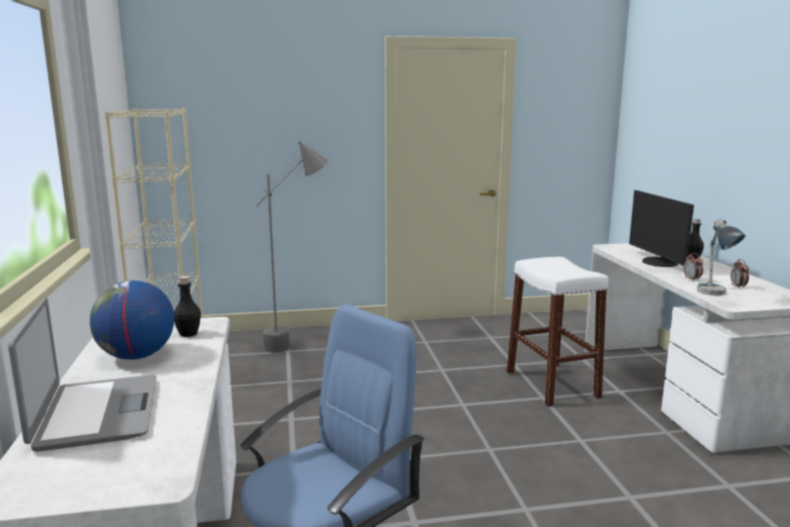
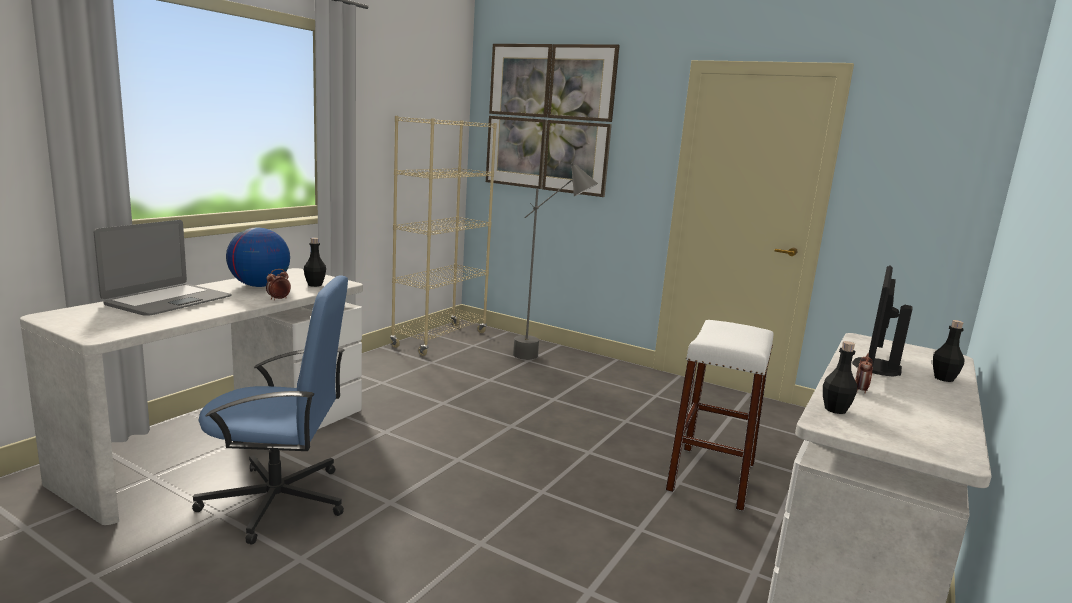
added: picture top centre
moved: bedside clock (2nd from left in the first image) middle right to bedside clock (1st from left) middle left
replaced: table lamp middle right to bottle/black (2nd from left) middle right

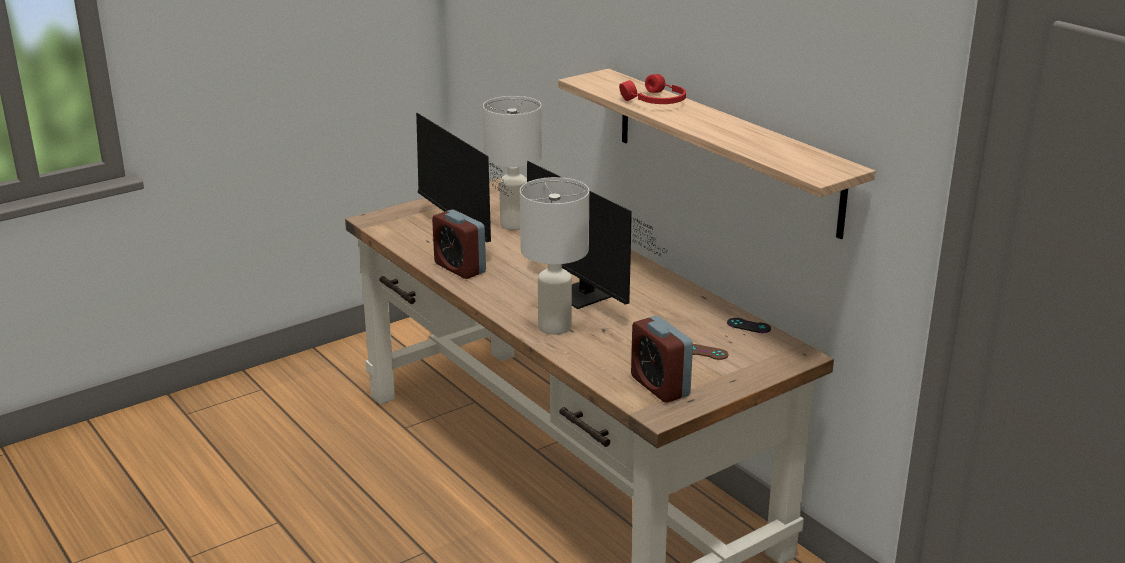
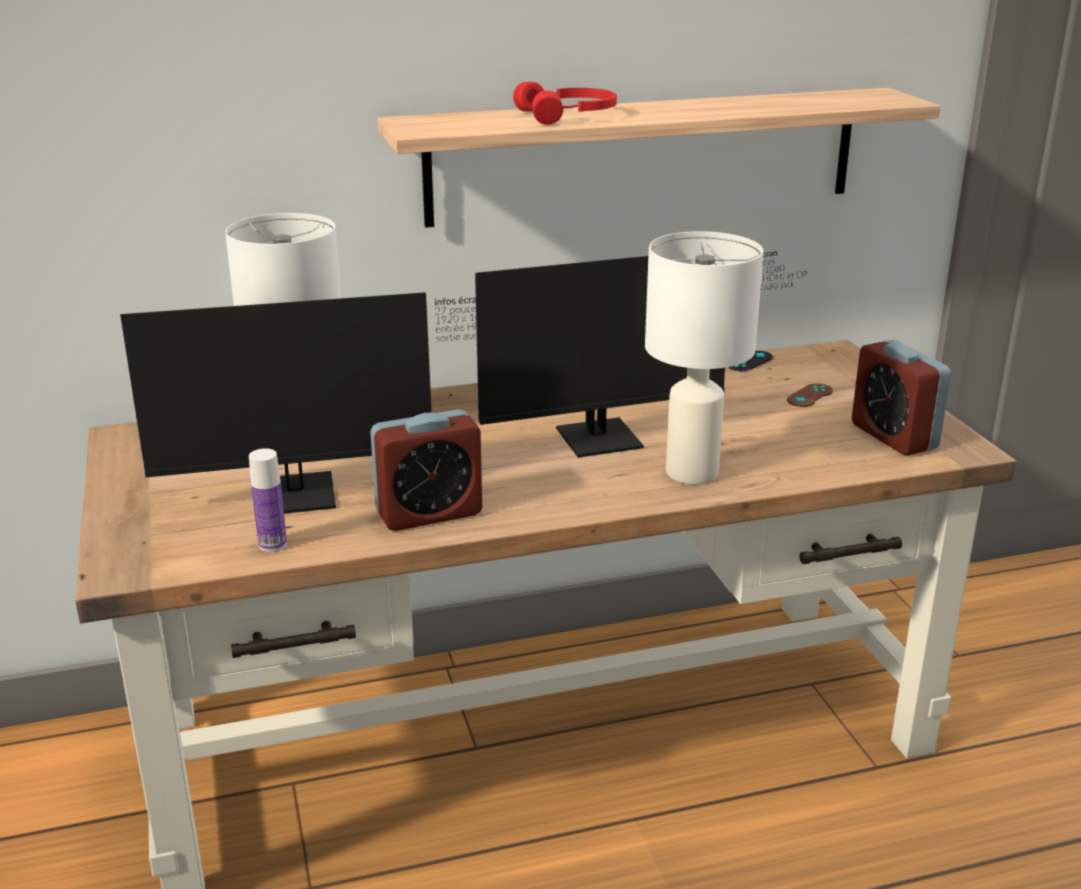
added: bottle middle left
turned: bedside clock (2nd from left) centre = middle right 75 degrees clockwise

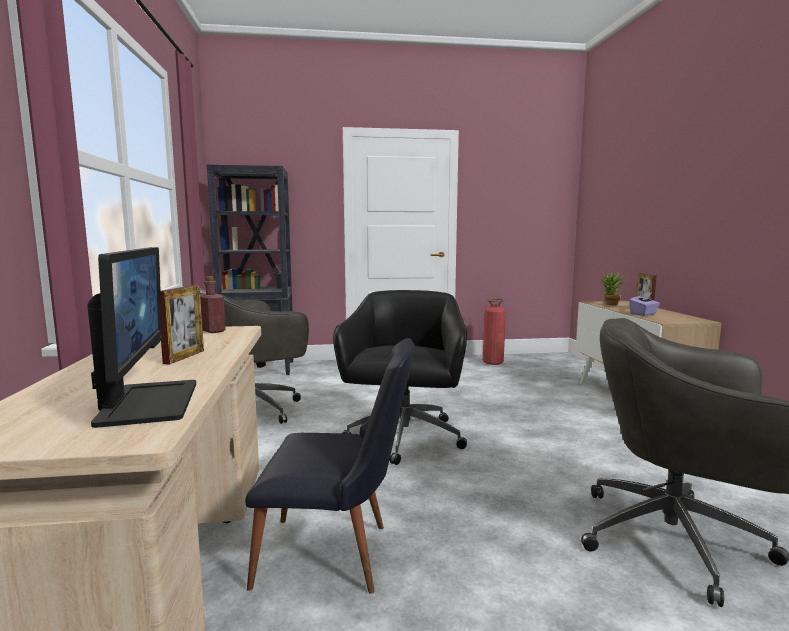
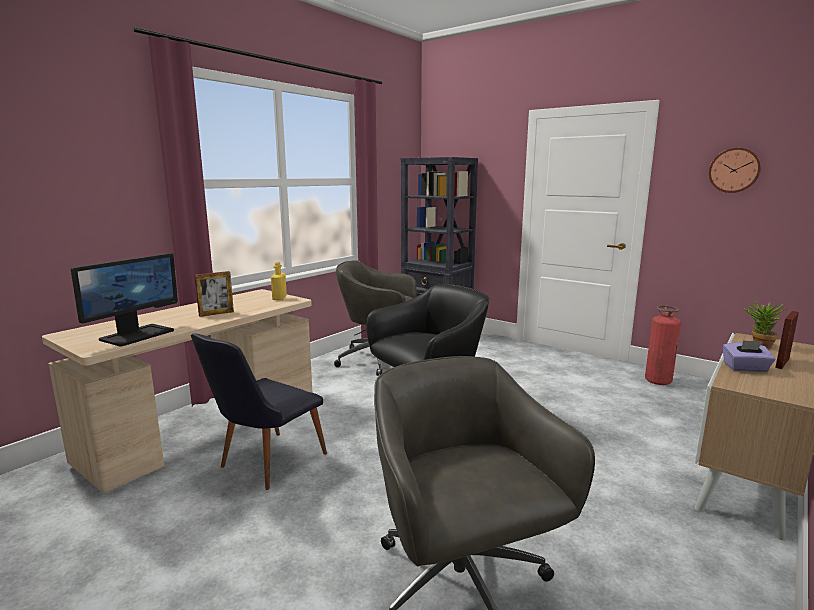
added: hanging clock top right
recoloured: bottle/reddish middle left to bottle/yellowish centre
turned: chair/black bottom centre = bottom left 75 degrees clockwise

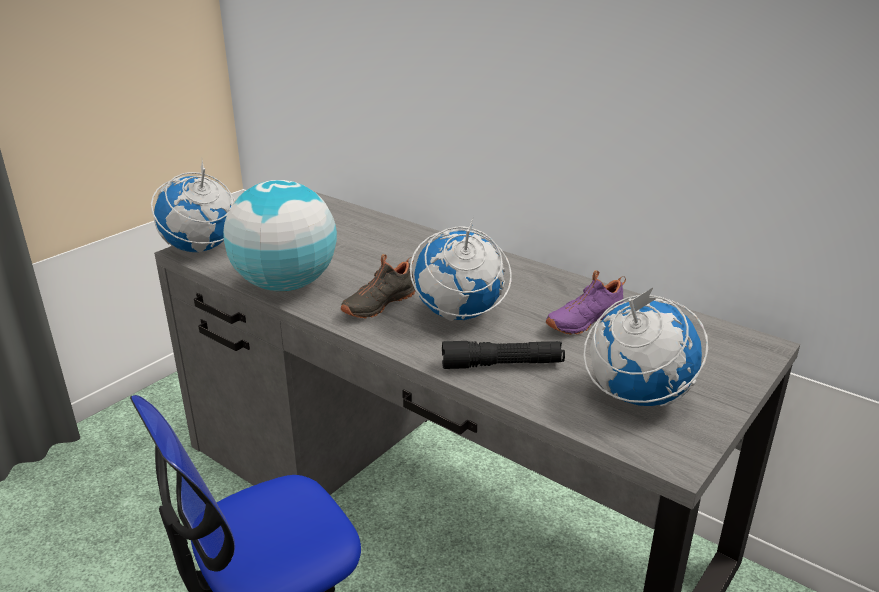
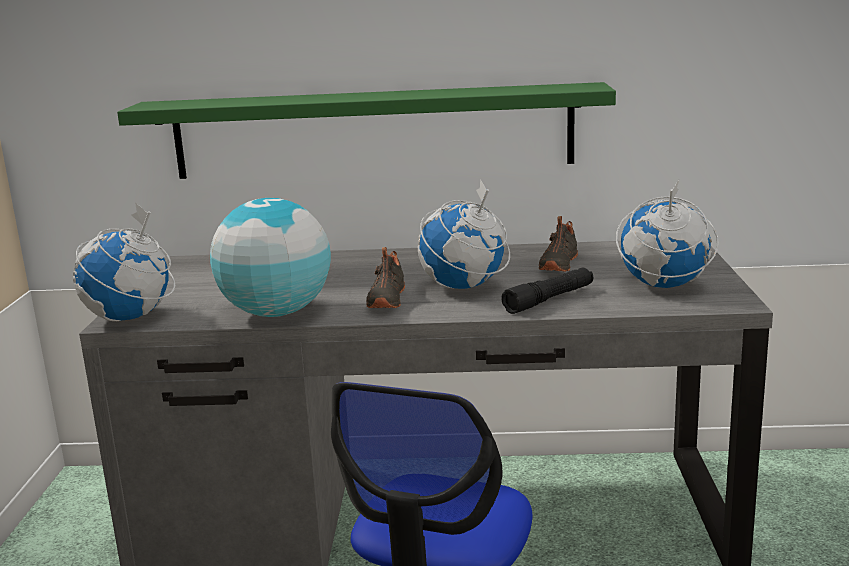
added: bracket shelf/greenish top centre
recoloured: shoe/purplish middle right to shoe/black (2nd from left) centre

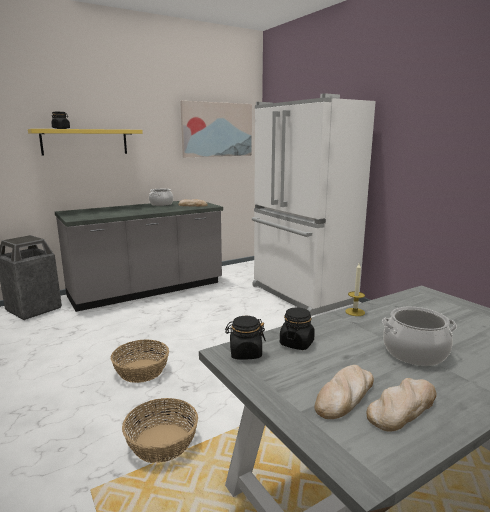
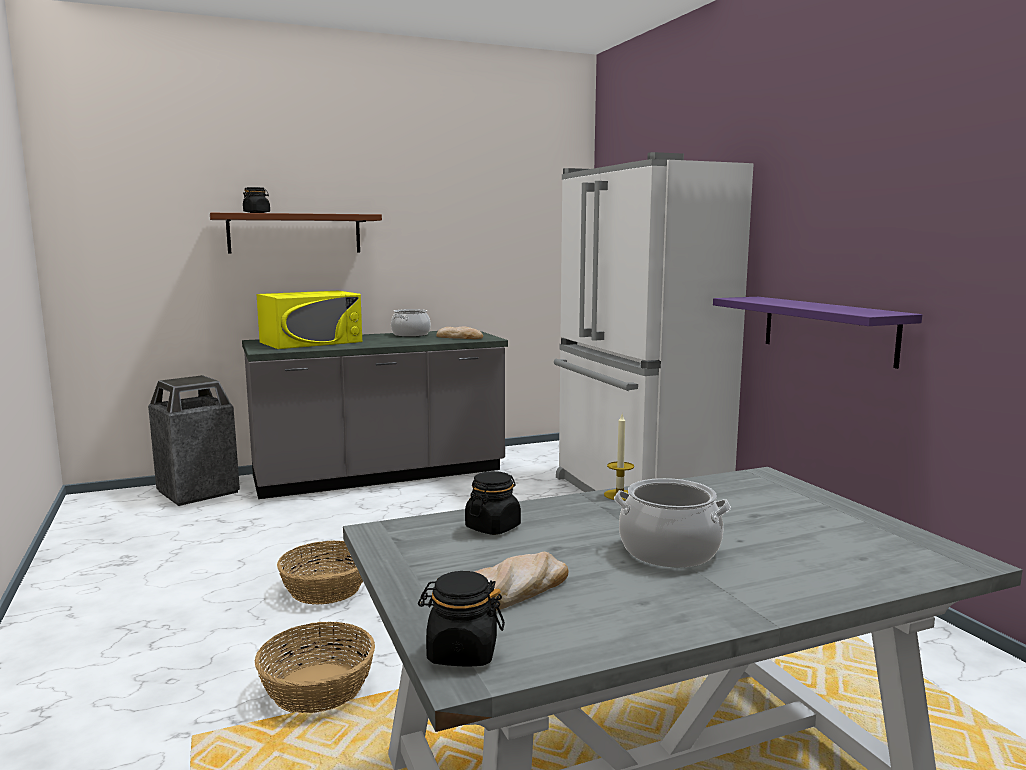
removed: picture top centre; bread (3rd from left) bottom right
added: microwave/yellowish middle left; bracket shelf/purplish middle right
moved: storage jar/black (2nd from left) centre to bottom centre
recoloured: bracket shelf/yellowish top left to bracket shelf/brown-coloured top left

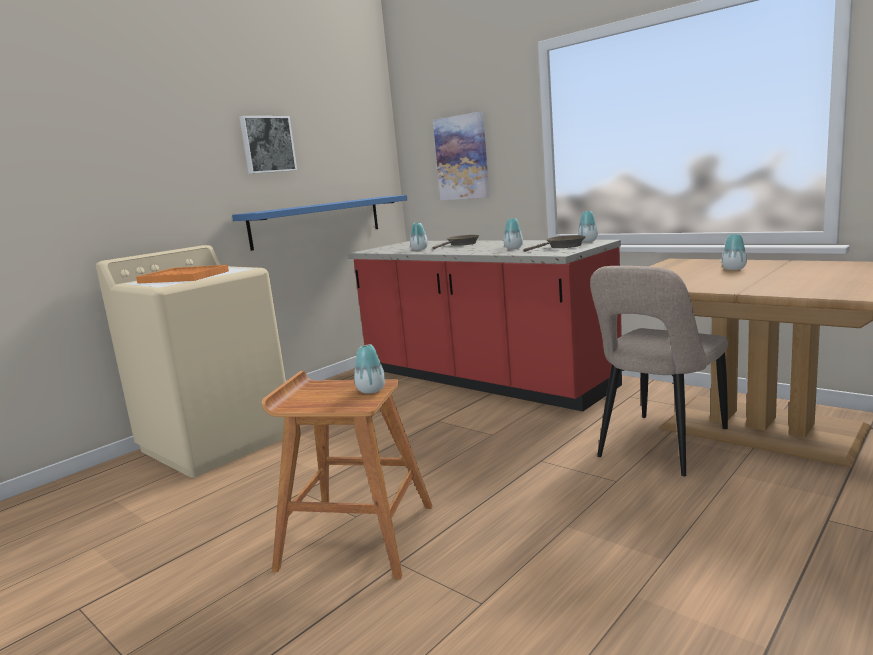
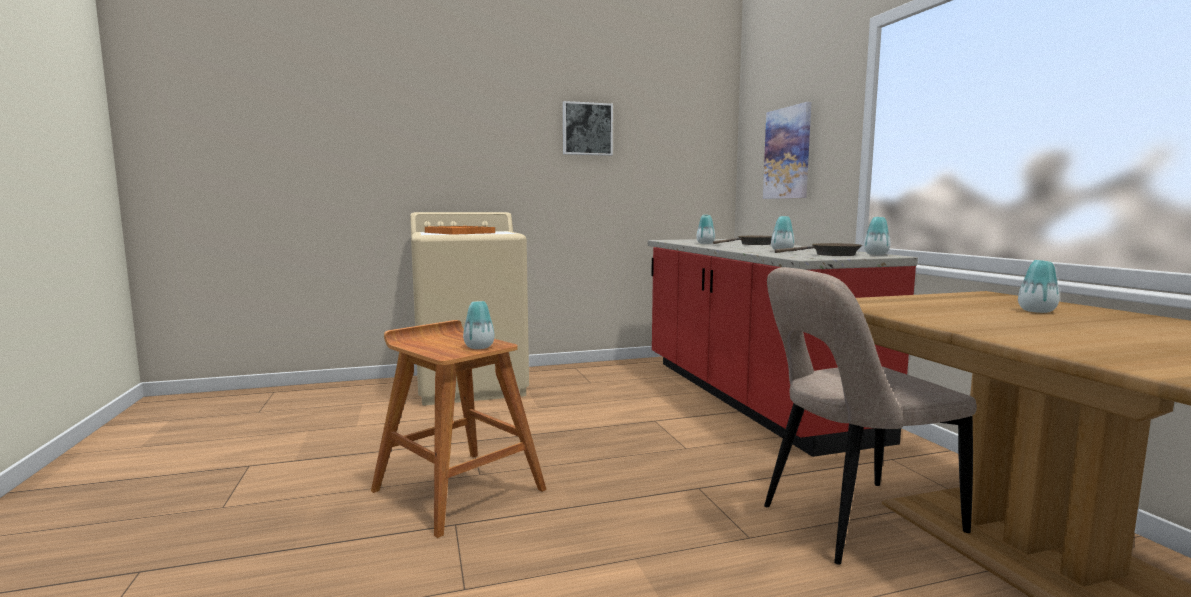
removed: bracket shelf/blue-coloured centre

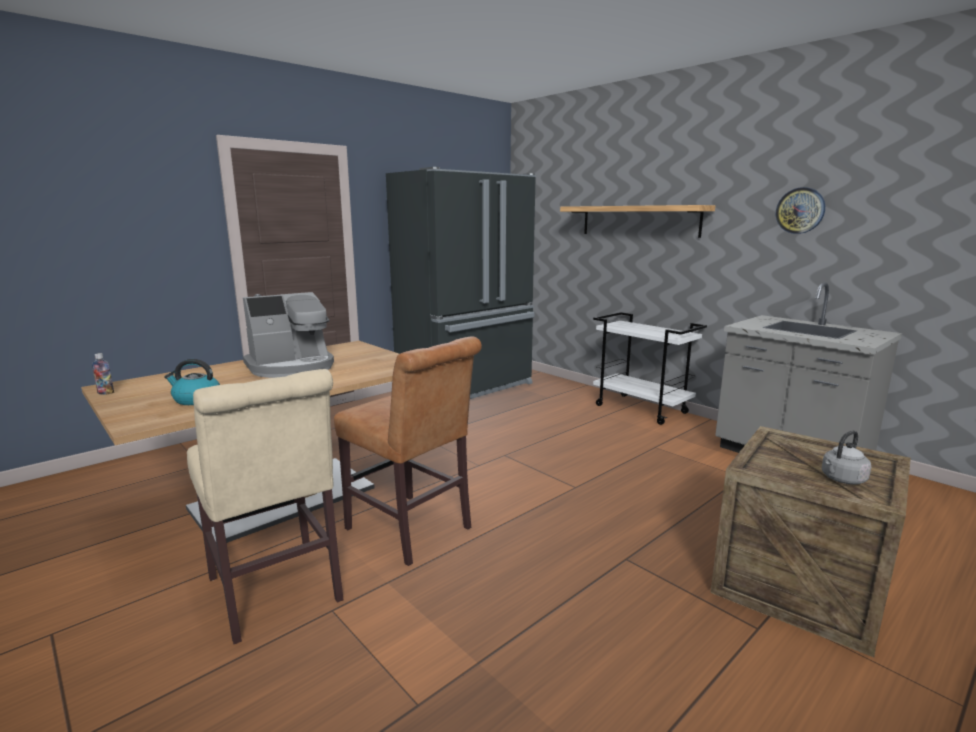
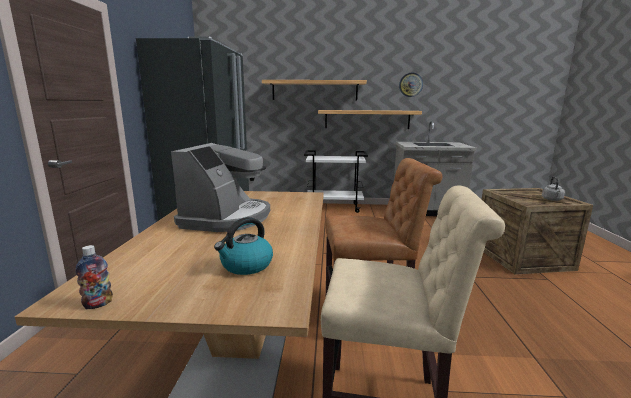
added: bracket shelf (2nd from left) top centre

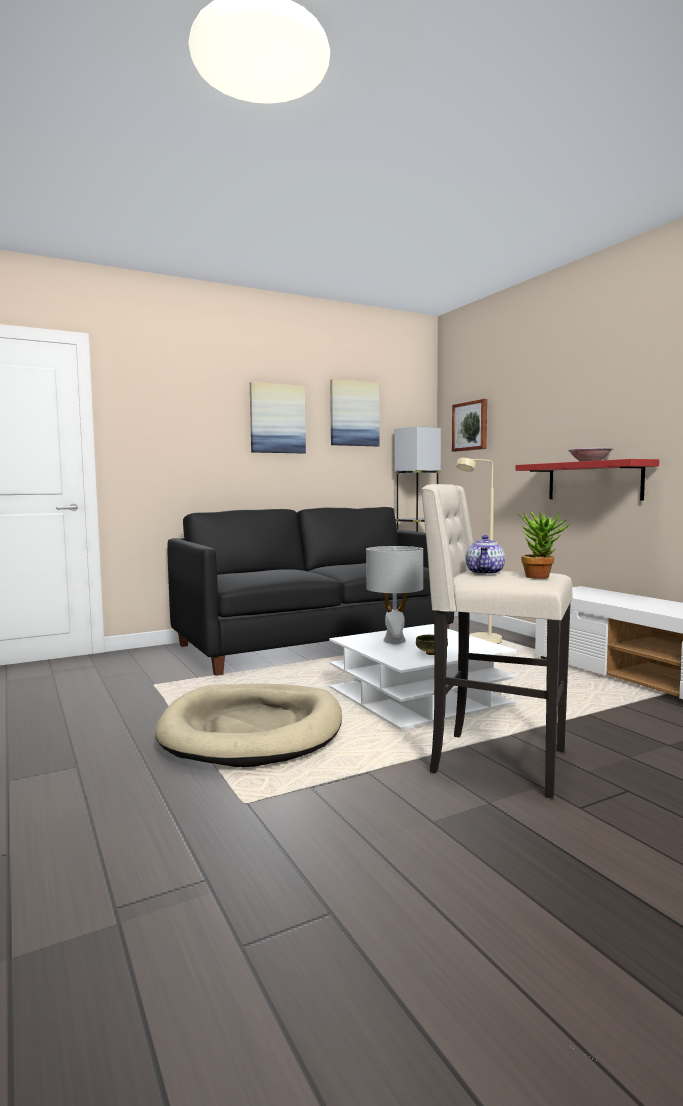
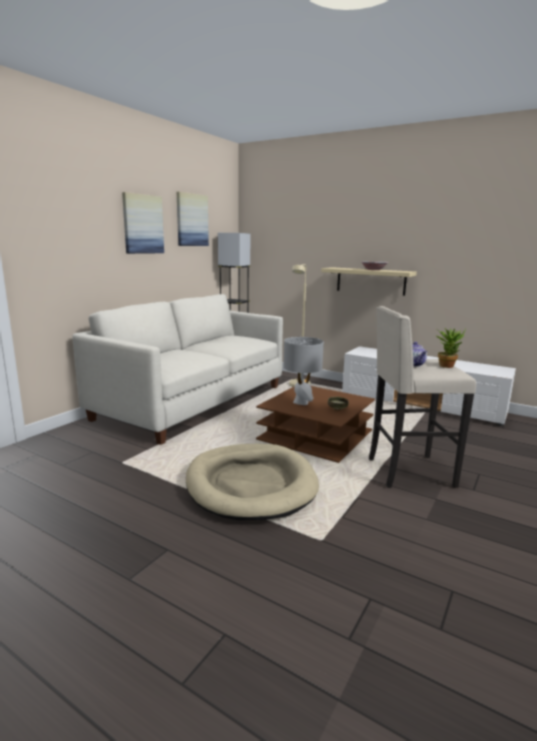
removed: picture (3rd from left) middle right
recoloured: sofa/black centre to sofa/whitish middle left; coffee table/whitish centre to coffee table/brown-coloured centre; bracket shelf/reddish middle right to bracket shelf/sand-coloured middle right

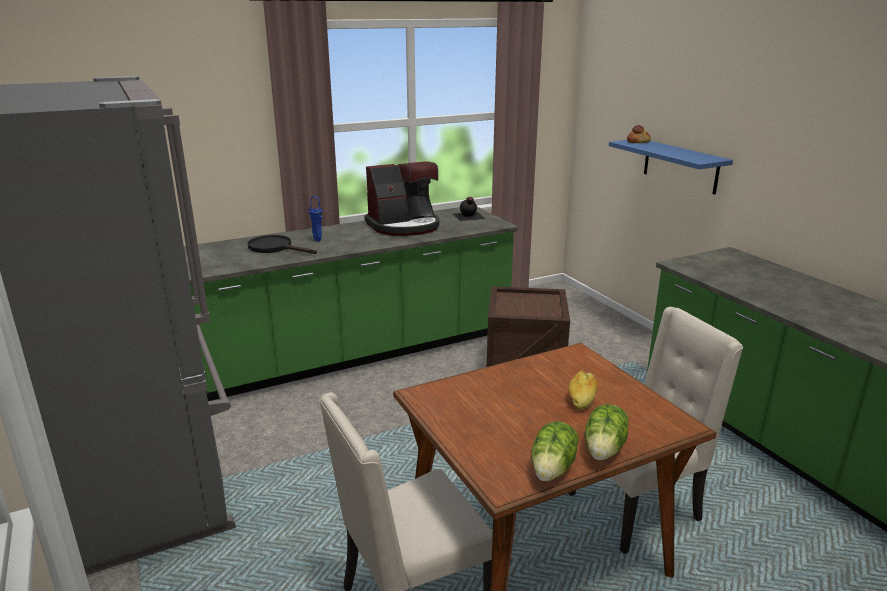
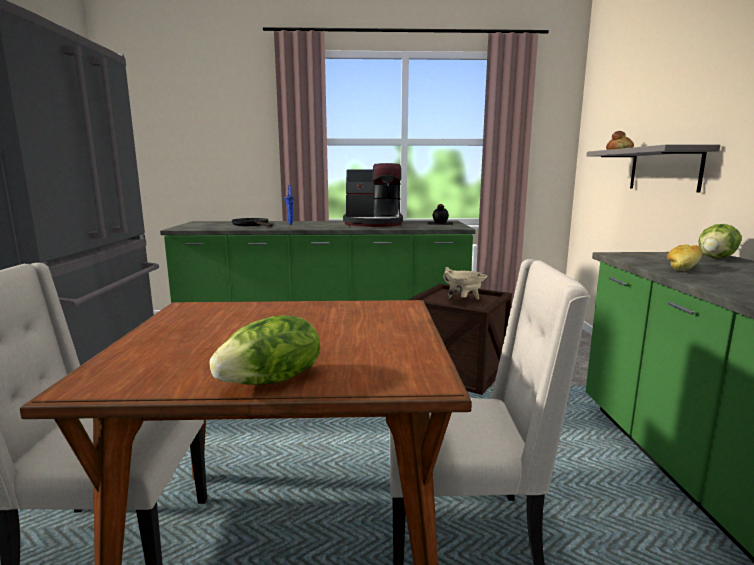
added: saucepot/sand-coloured centre
moved: bread (1st from left in the first image) centre to bread (2nd from left) middle right; head of lettuce (1st from left in the first image) bottom centre to head of lettuce (2nd from left) middle right
recoloured: bracket shelf/blue-coloured top right to bracket shelf/grey top right

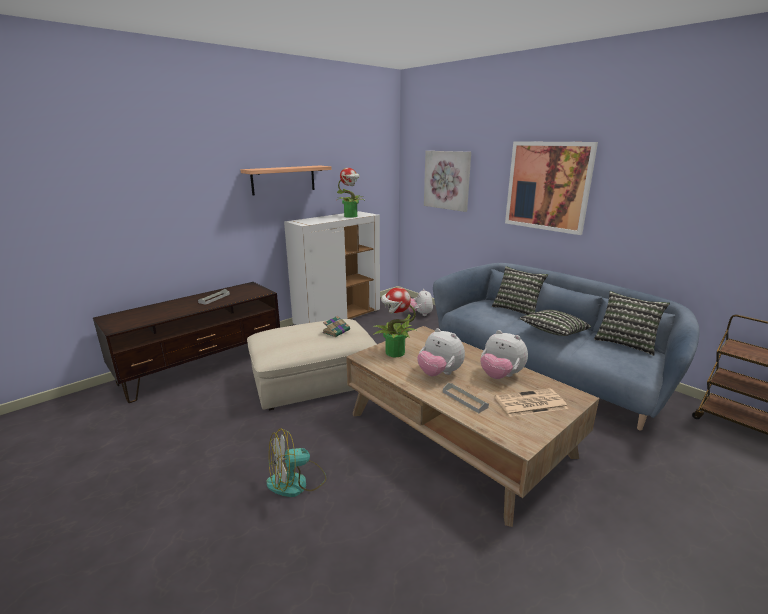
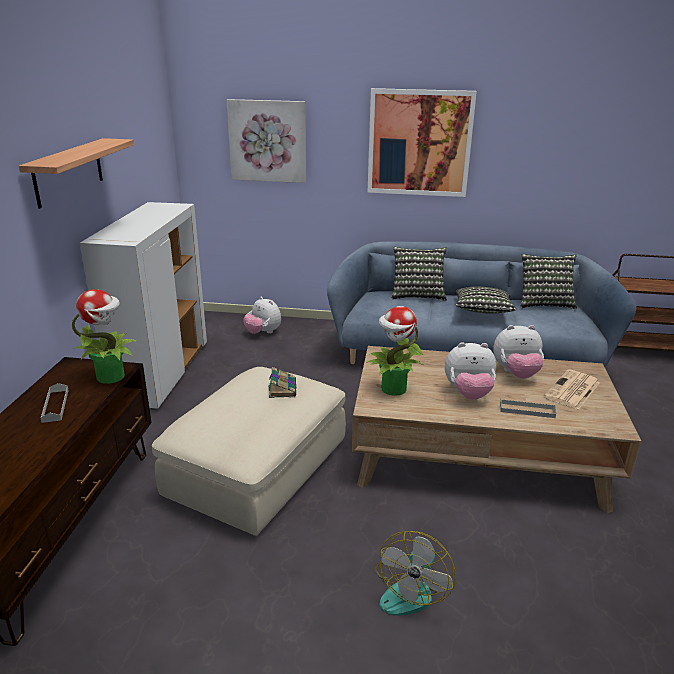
moved: plant in a pot (1st from left) top centre to middle left

